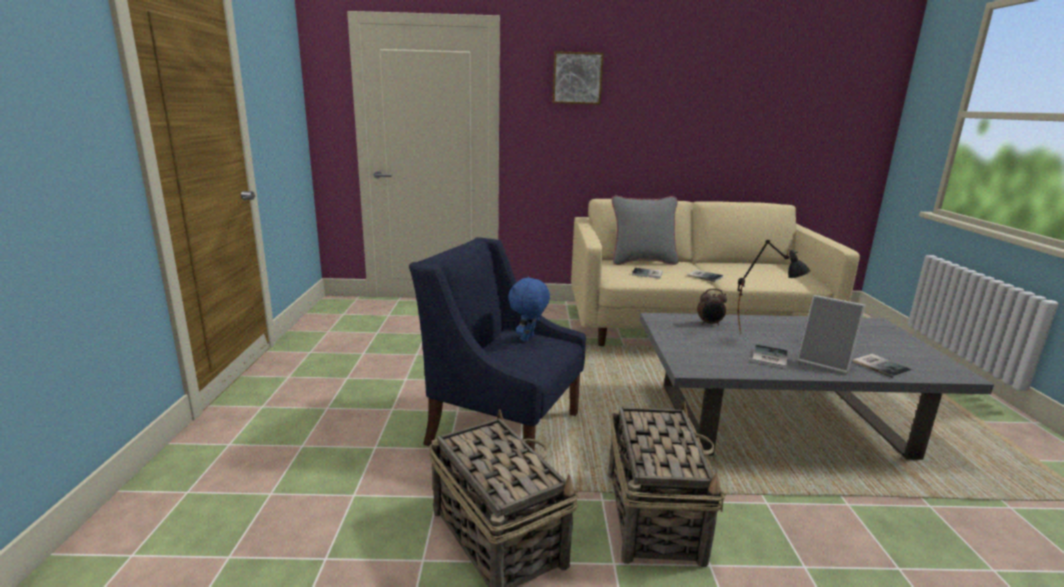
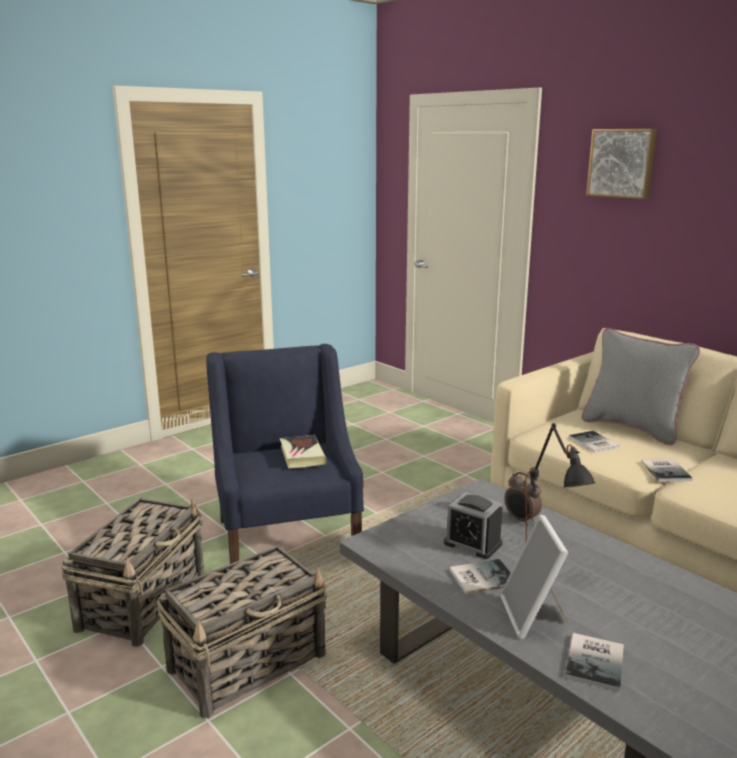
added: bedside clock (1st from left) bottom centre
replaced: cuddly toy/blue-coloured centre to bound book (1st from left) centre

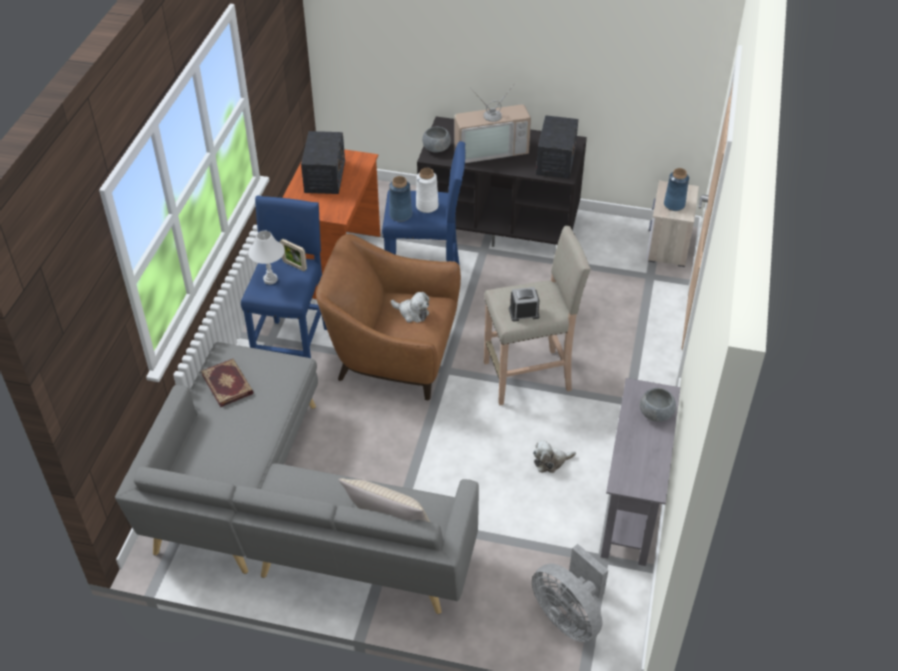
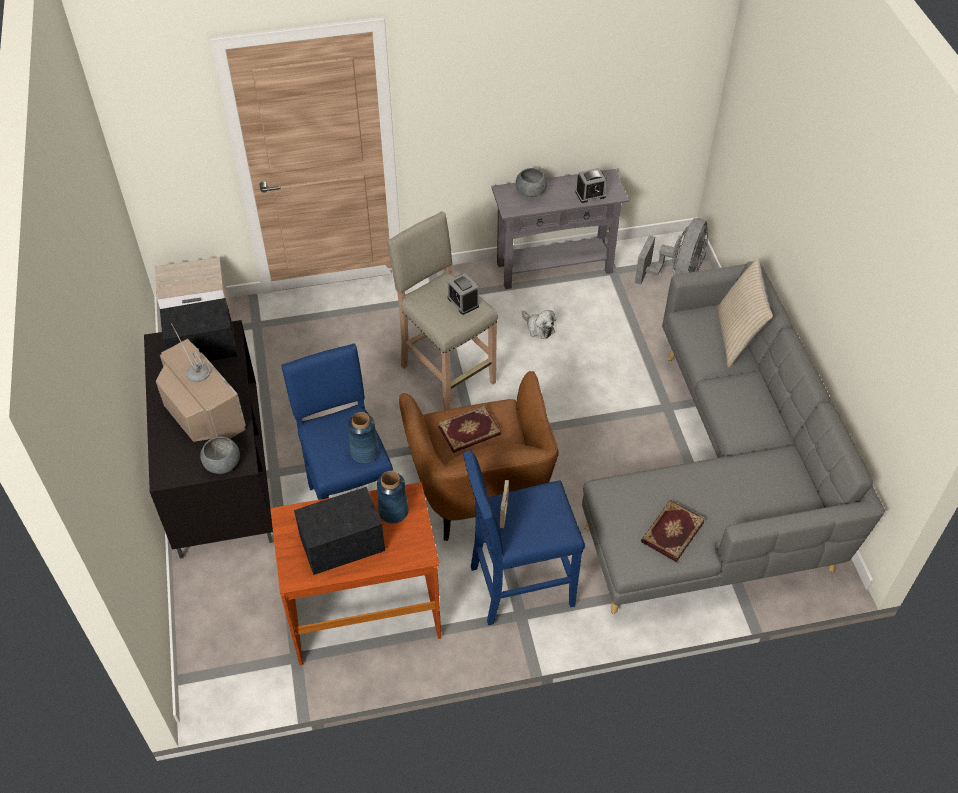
removed: table lamp/whitish middle left; vase/whitish top centre
added: bedside clock (2nd from left) top centre
moved: vase/blue-coloured (2nd from left) top right to centre
replaced: cuddly toy (1st from left) centre to bound book (1st from left) centre

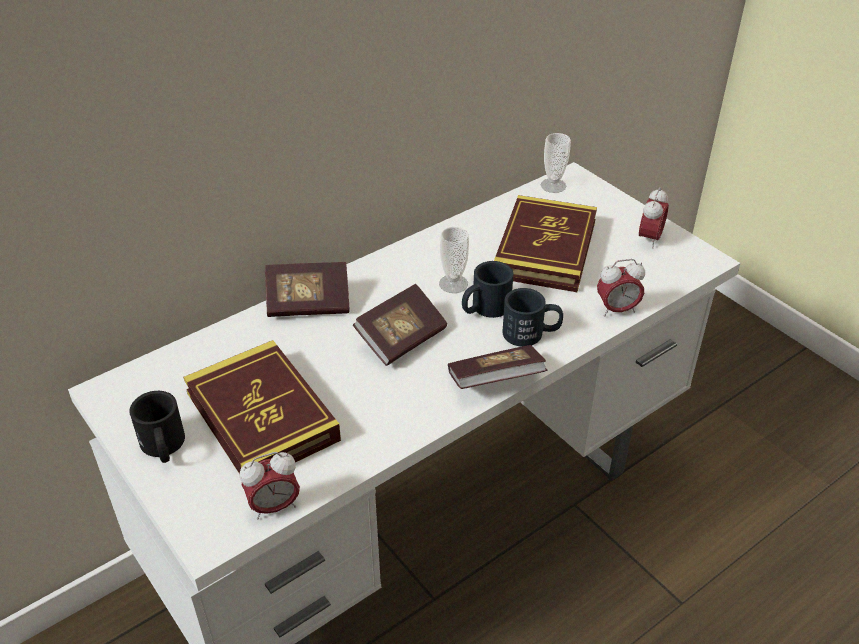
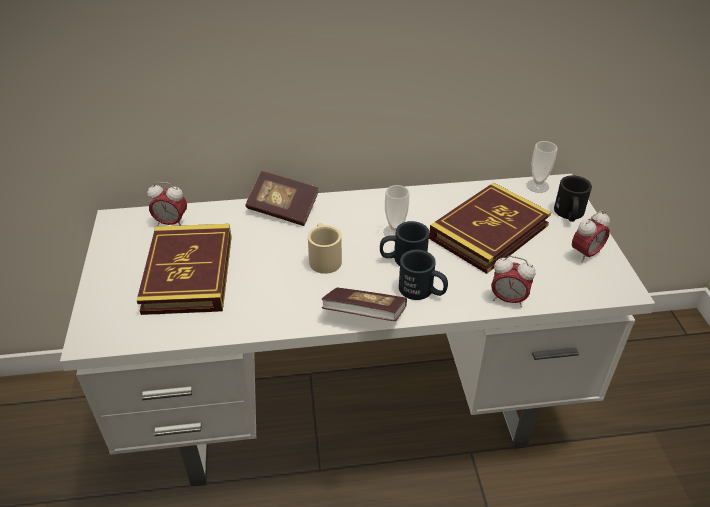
moved: bedside clock (1st from left) bottom left to middle left; mug/black (1st from left in the first image) middle left to mug/black (3rd from left) middle right
replaced: bound book (3rd from left) centre to mug/sand-coloured centre

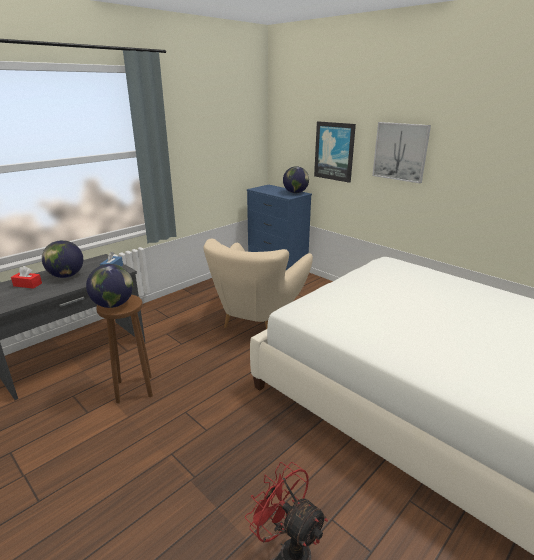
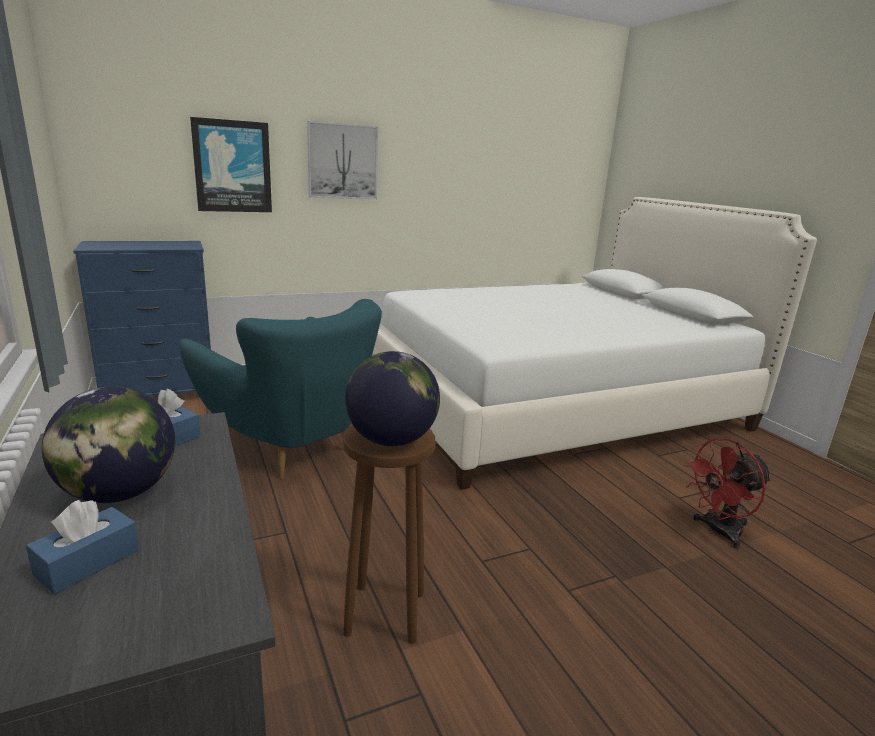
removed: desk globe (3rd from left) top centre
recoloured: tissue box/reddish middle left to tissue box/blue-coloured (1st from left) bottom left; armchair/sand-coloured centre to armchair/blue-green middle left

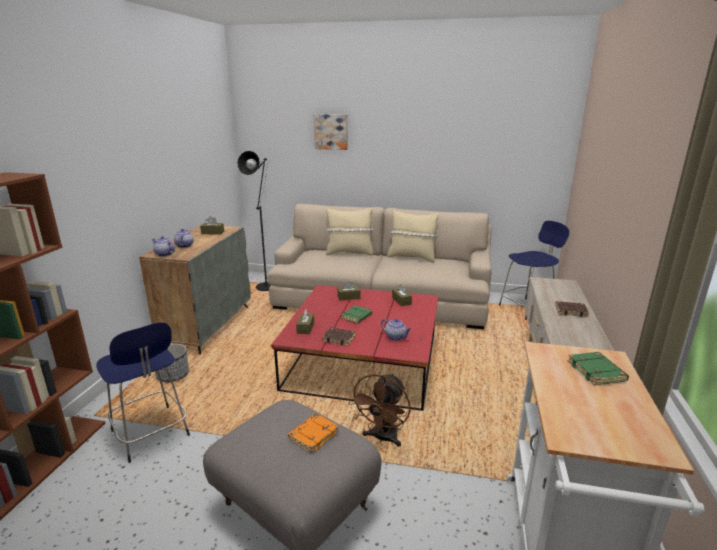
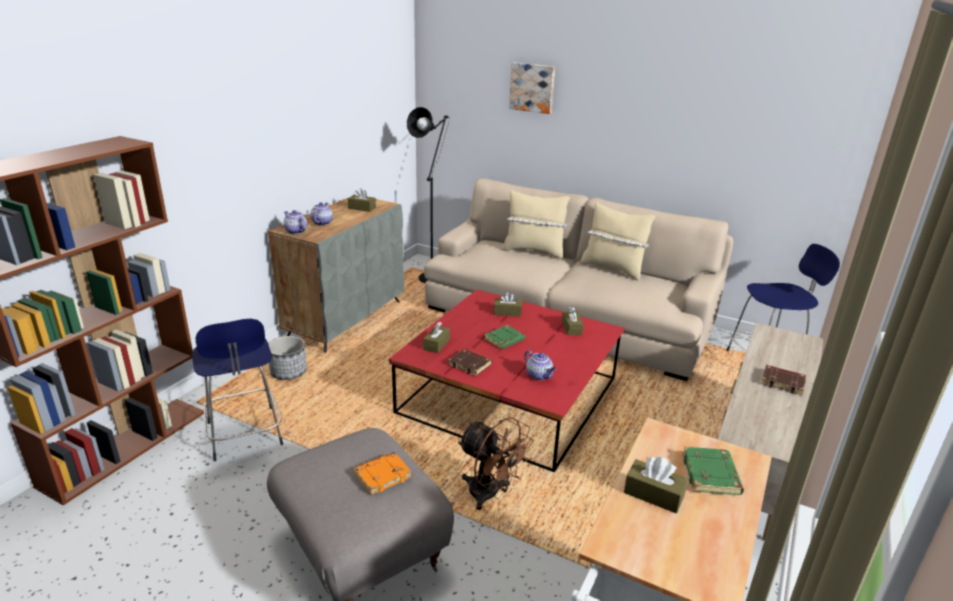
added: tissue box/brown-coloured (5th from left) bottom right
turned: electric fan/brown-coloured bottom centre = bottom centre 90 degrees counterclockwise

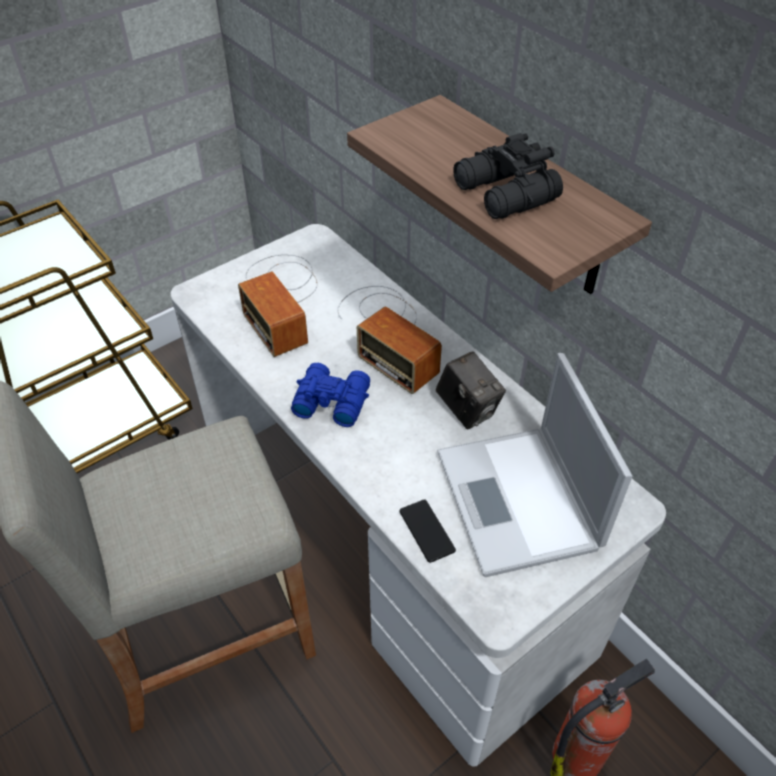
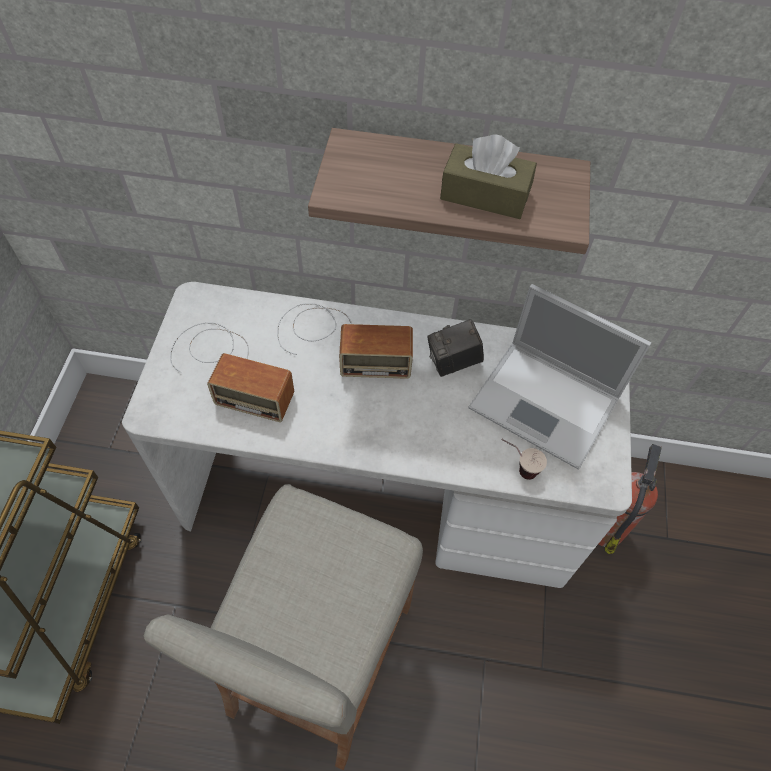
removed: field glasses/blue-coloured centre
replaced: field glasses/black top centre to tissue box/brown-coloured top centre; handset bottom centre to small cup middle right
turned: photo camera centre = centre 150 degrees clockwise

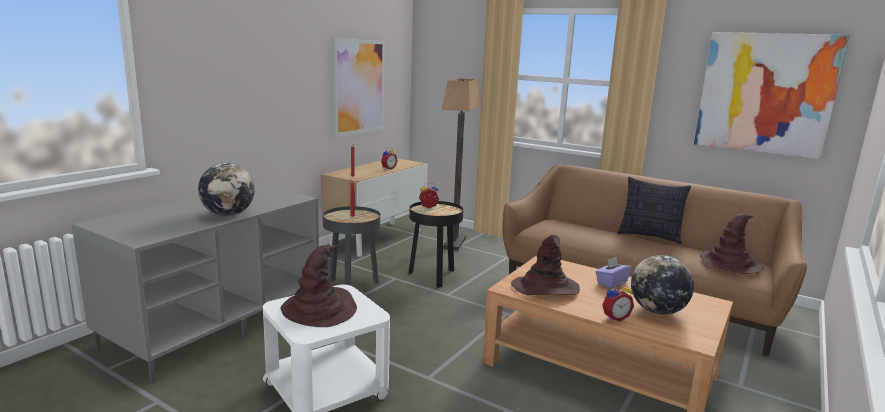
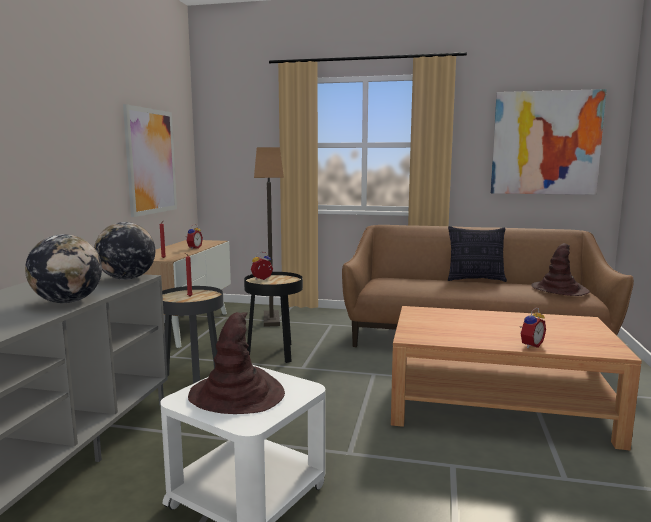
removed: clothing hat/brown-coloured (2nd from left) centre; tissue box/purplish middle right
moved: desk globe (2nd from left) bottom right to middle left

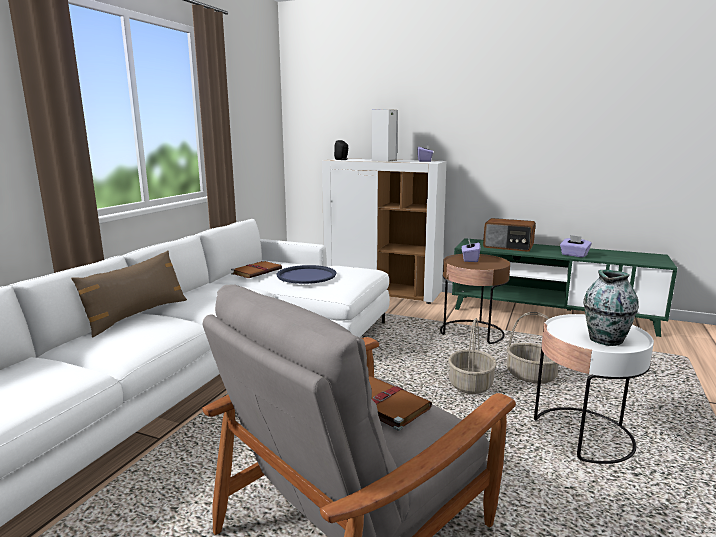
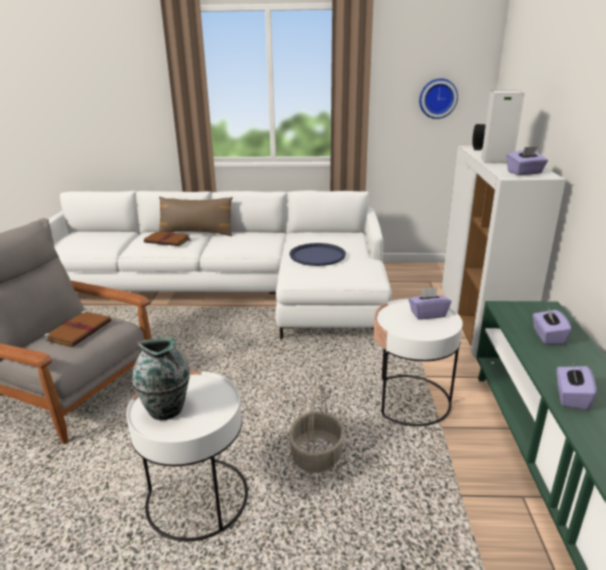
removed: household basket (1st from left) centre
added: hanging clock top right
moved: bound book/brown-coloured (1st from left in the first image) centre to bound book/brown-coloured (2nd from left) middle left
replaced: radio set middle right to tissue box/purplish (3rd from left) middle right
recoloured: accent table/brown-coloured centre to accent table/whitish (2nd from left) middle right

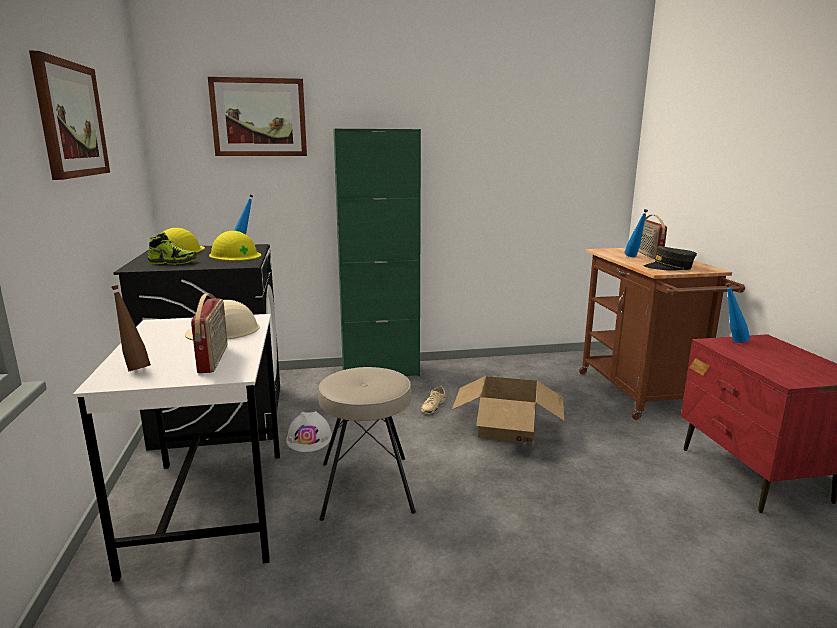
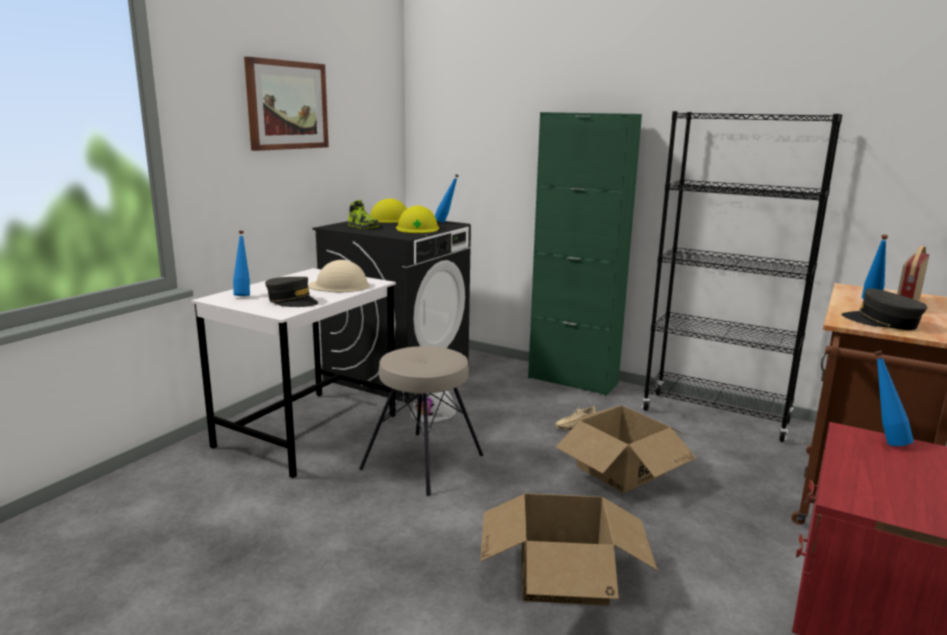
removed: picture (2nd from left) top left
added: cardboard box (1st from left) bottom centre; bookshelf/black middle right
replaced: radio set (1st from left) middle left to baseball cap/grey (1st from left) middle left
recoloured: bottle/brown-coloured middle left to bottle/blue-coloured (1st from left) middle left

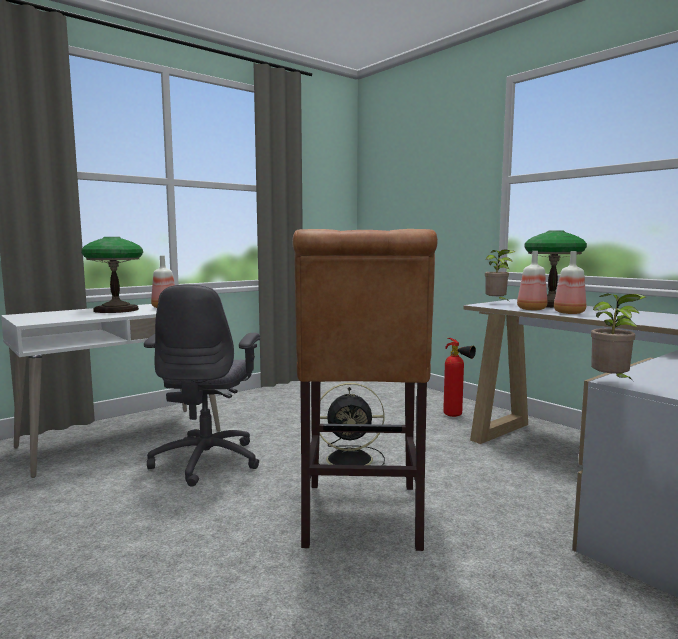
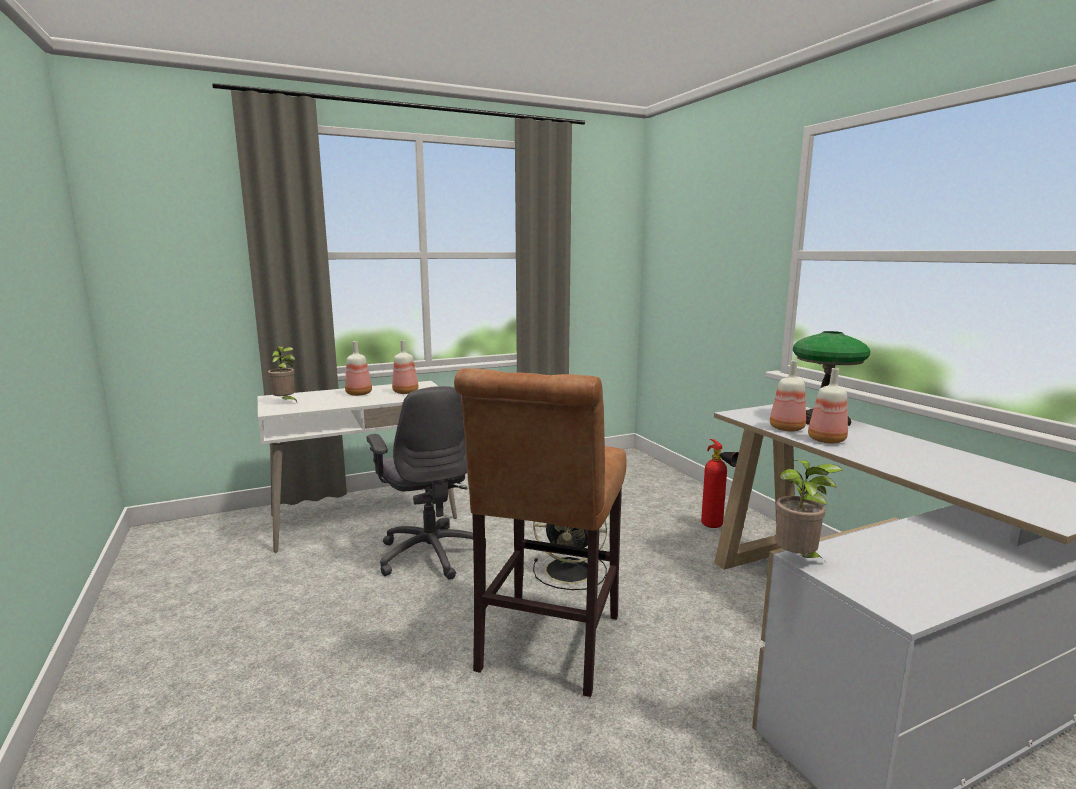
moved: plant in a pot (1st from left) middle right to middle left
replaced: table lamp (1st from left) middle left to bottle (1st from left) middle left
turned: desk chair/grey middle left = centre 45 degrees counterclockwise

